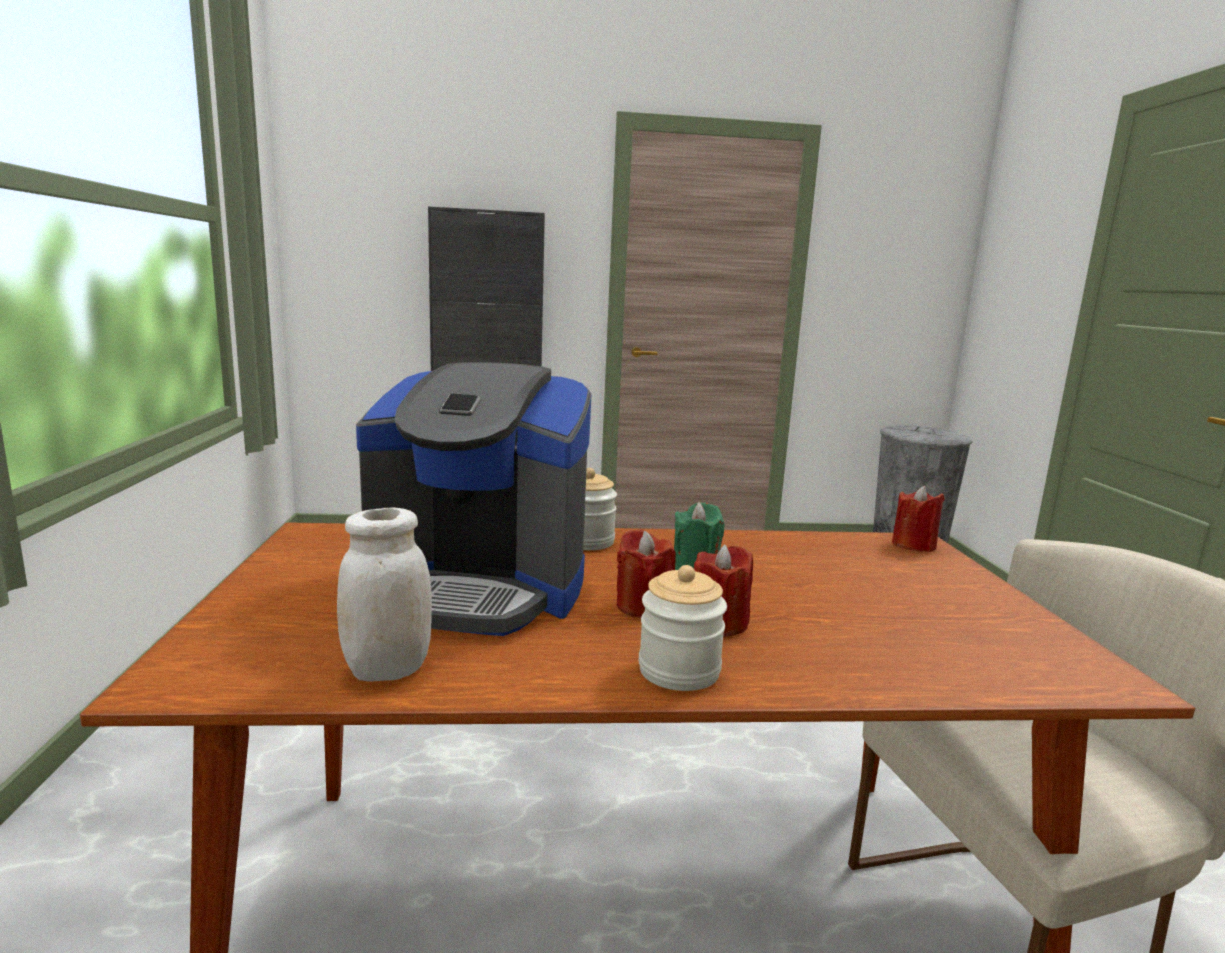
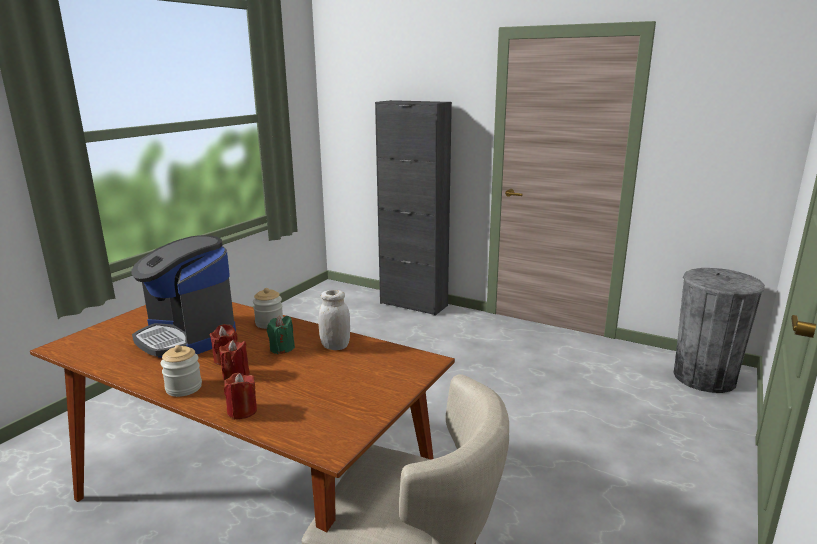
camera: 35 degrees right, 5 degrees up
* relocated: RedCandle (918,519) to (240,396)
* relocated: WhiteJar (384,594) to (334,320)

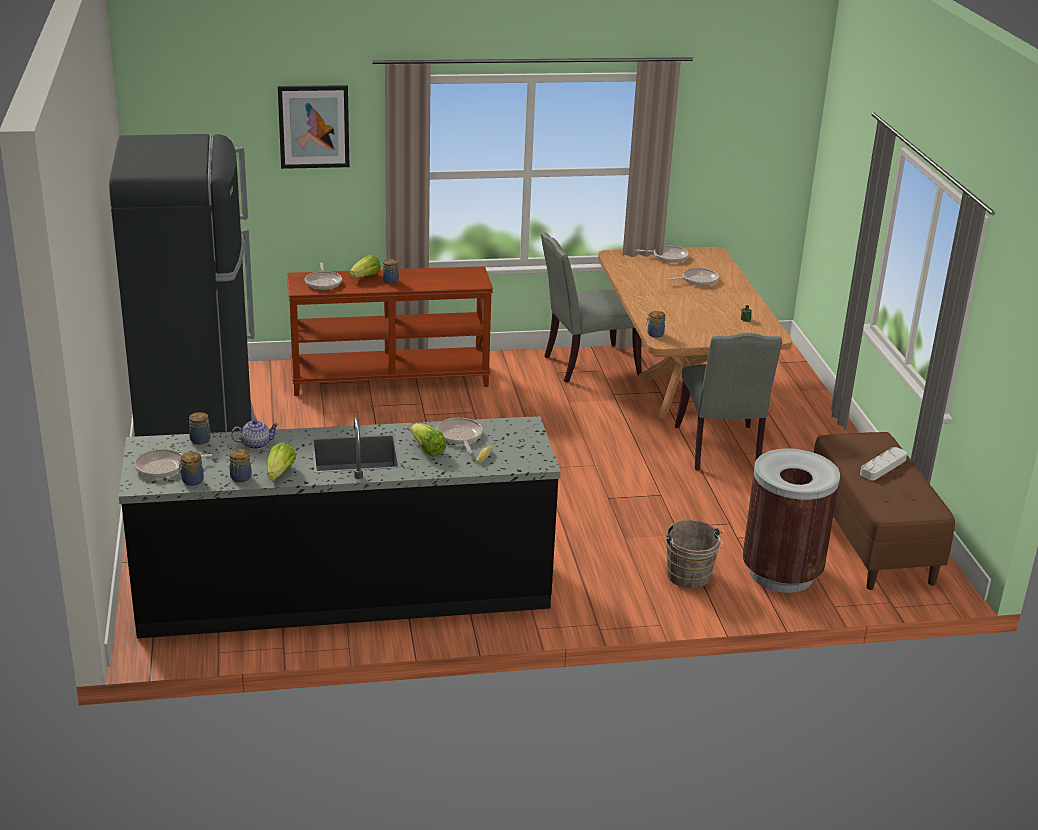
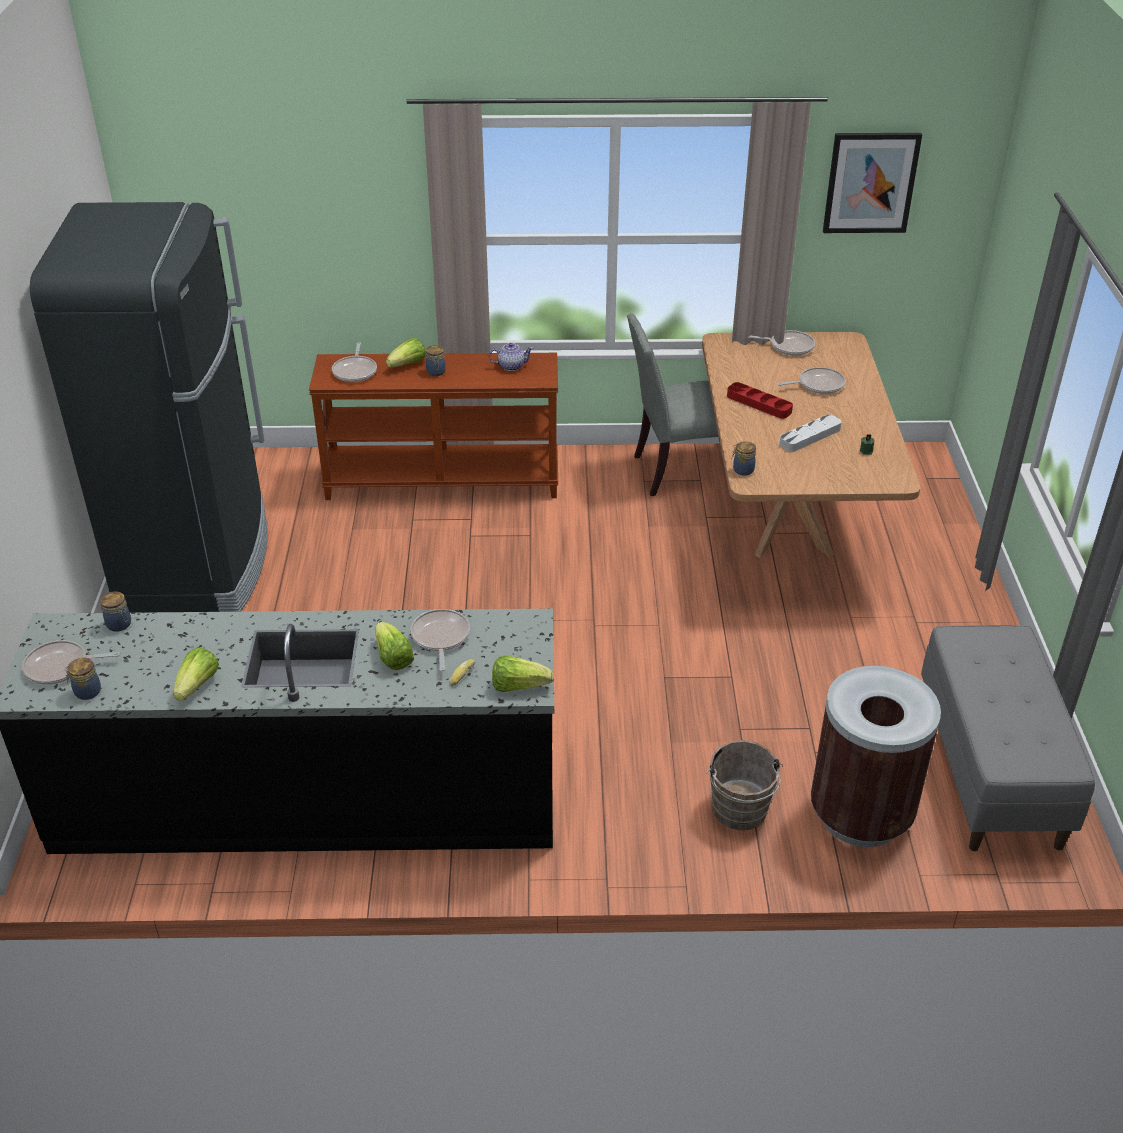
camera: 10 degrees right, 10 degrees up
* relocated: Teapot (255,434) to (511,357)
* appeared: Lettuce (522,673)
* appeared: RedTray (760,400)
* relocated: GreyTray (883,464) to (810,433)
* relocated: Picture (314,127) to (872,183)
* colour: BrownBench (884,511) to GreyBench (1008,738)
* missing: Jar (240,465)
* missing: GreyChair (728,401)

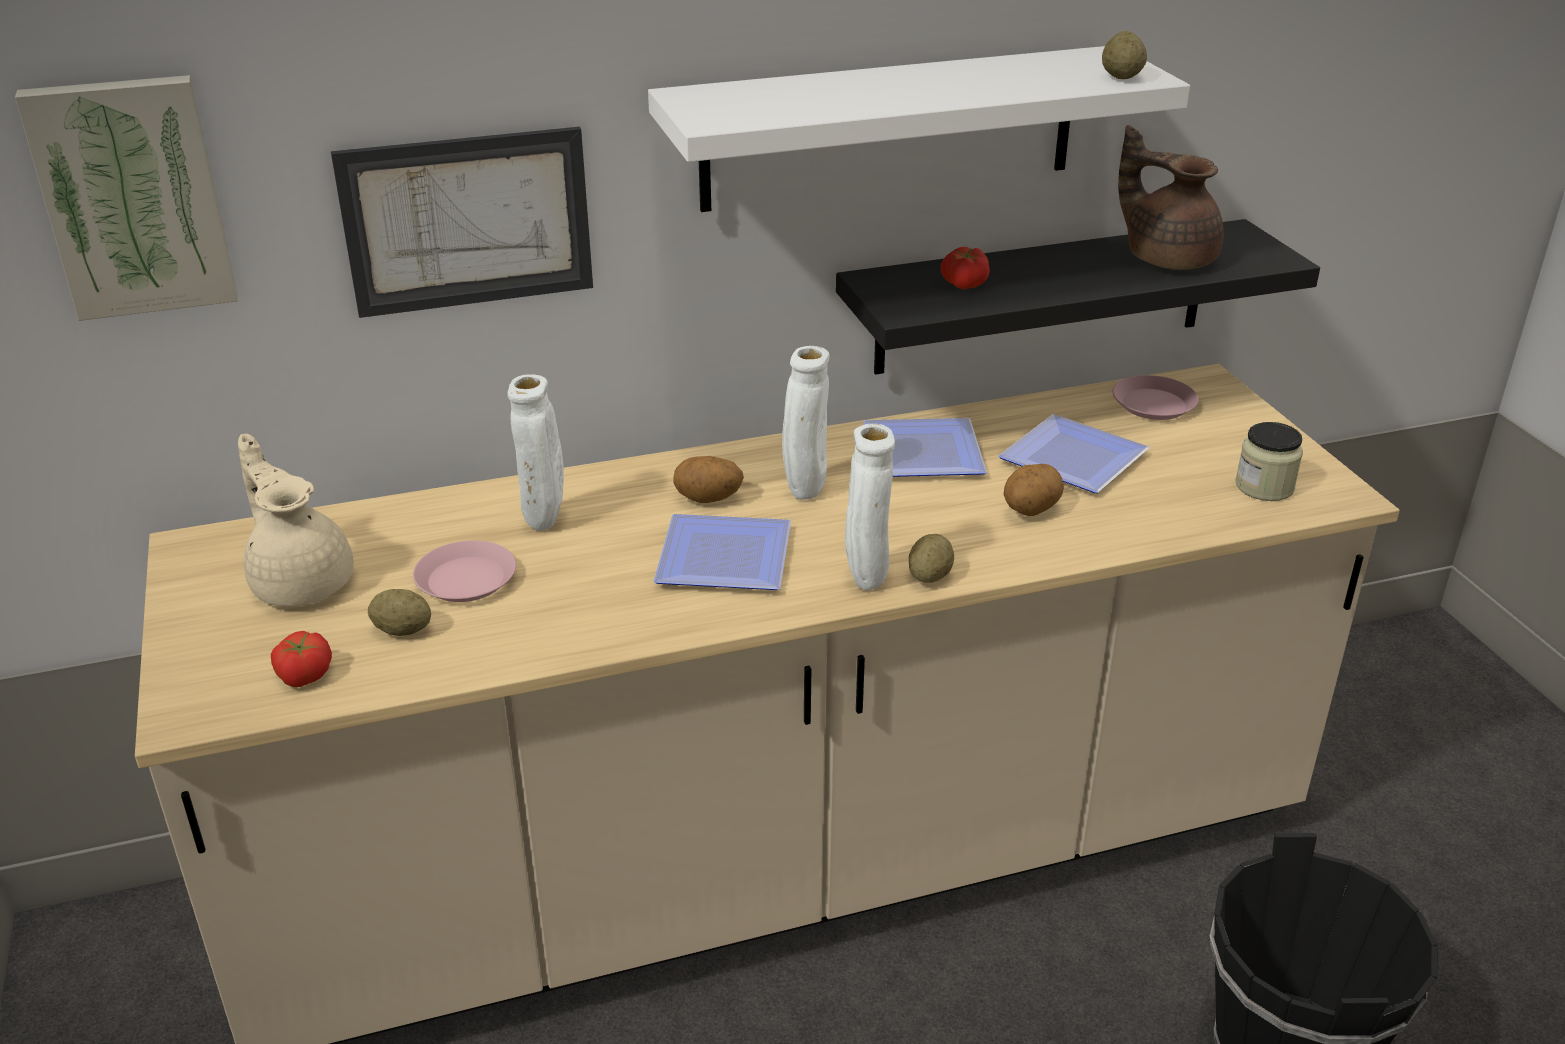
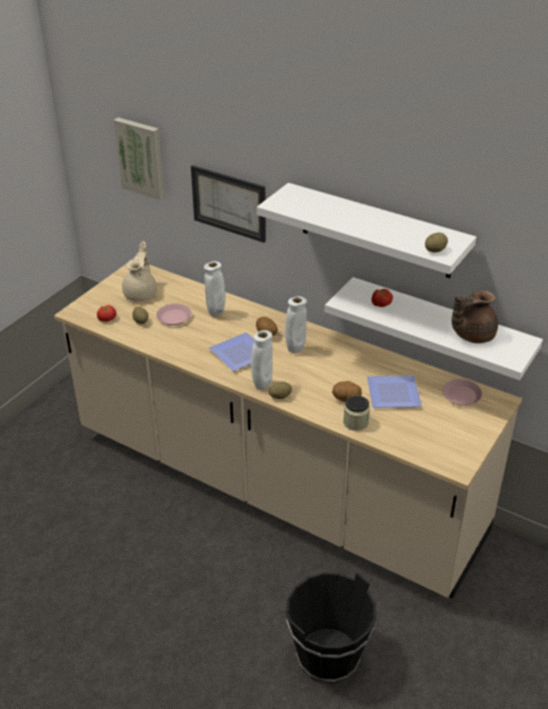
camera: 50 degrees right, 5 degrees up
* colour: BlackShelf (1078,297) to WhiteShelf (434,328)
* relocated: Jar (1269,461) to (356,413)
* spun: BrownTeapot (1171,197) = (475,316) 120 degrees counterclockwise
* missing: Plate (925,447)

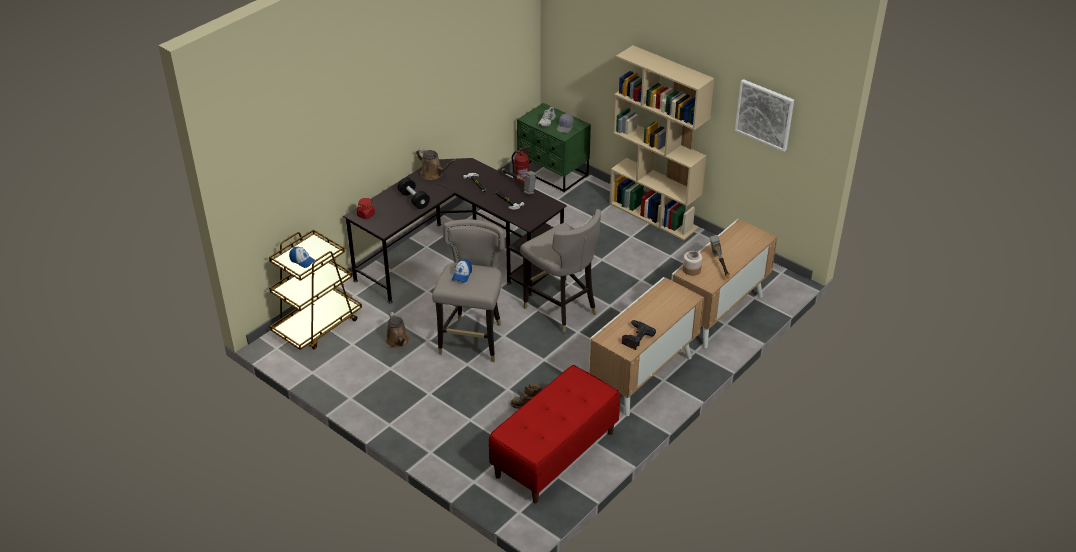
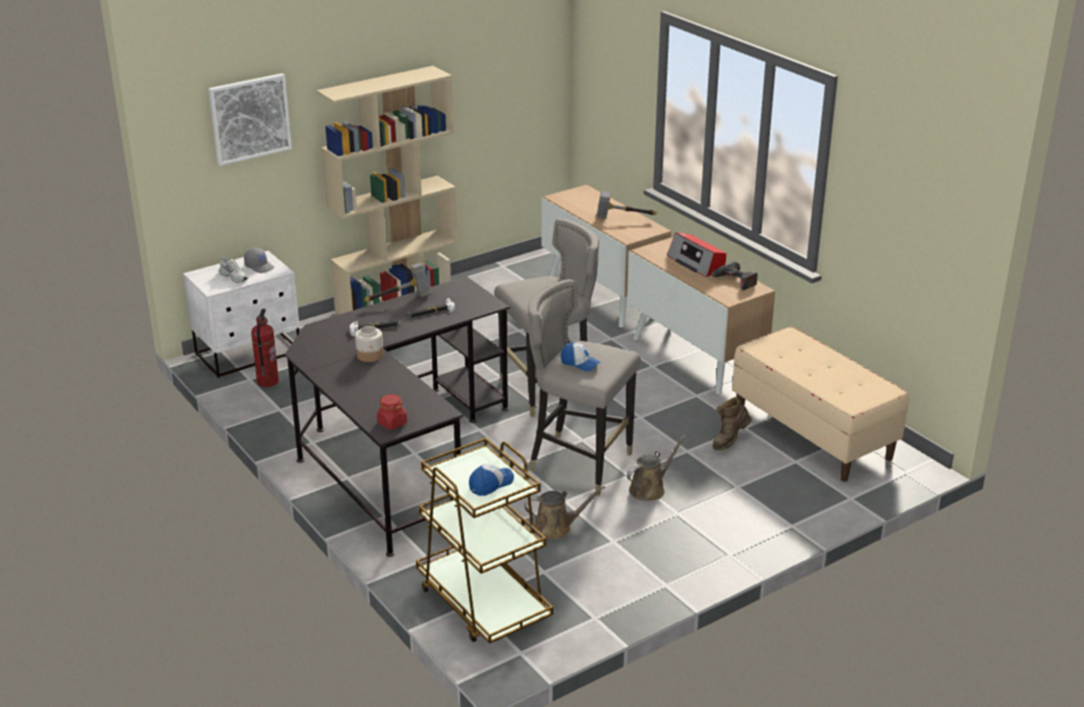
camera: 75 degrees left, 10 degrees down
* colour: GreenNightstand (554,147) to WhiteNightstand (241,314)
* relocated: Picture (764,115) to (250,119)
* relocated: Jar (692,263) to (369,344)
* relocated: BrownWateringCan (436,164) to (656,468)
* appeared: Radio (696,254)
* colour: RedBench (554,434) to BeigeBench (820,404)
* missing: BlackDumbbell (414,193)

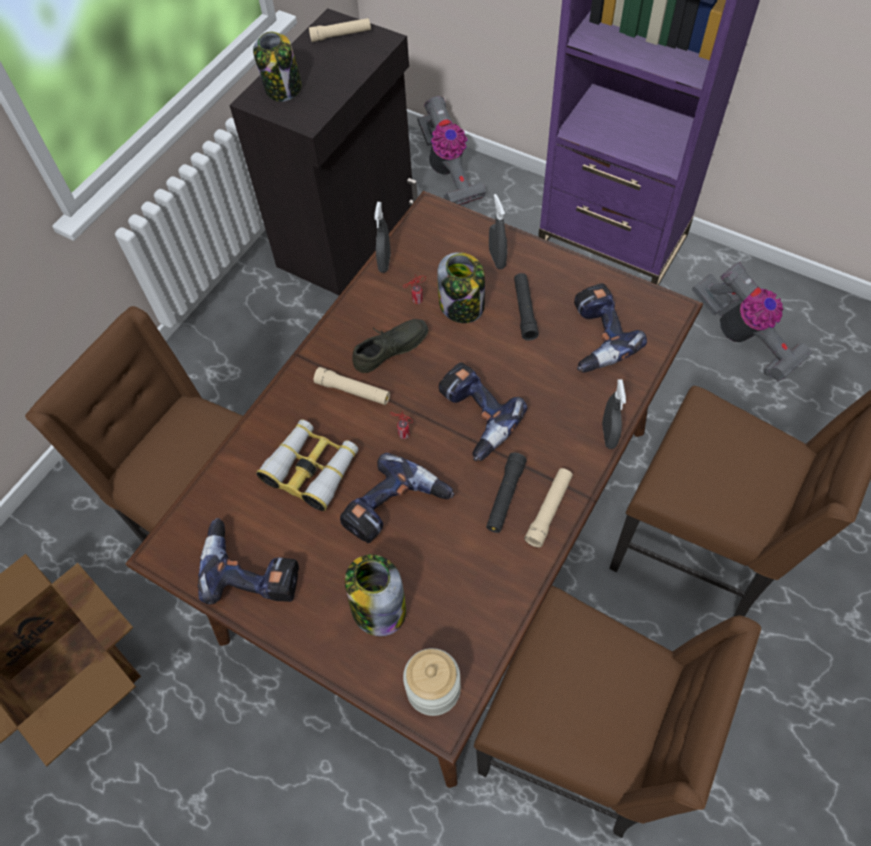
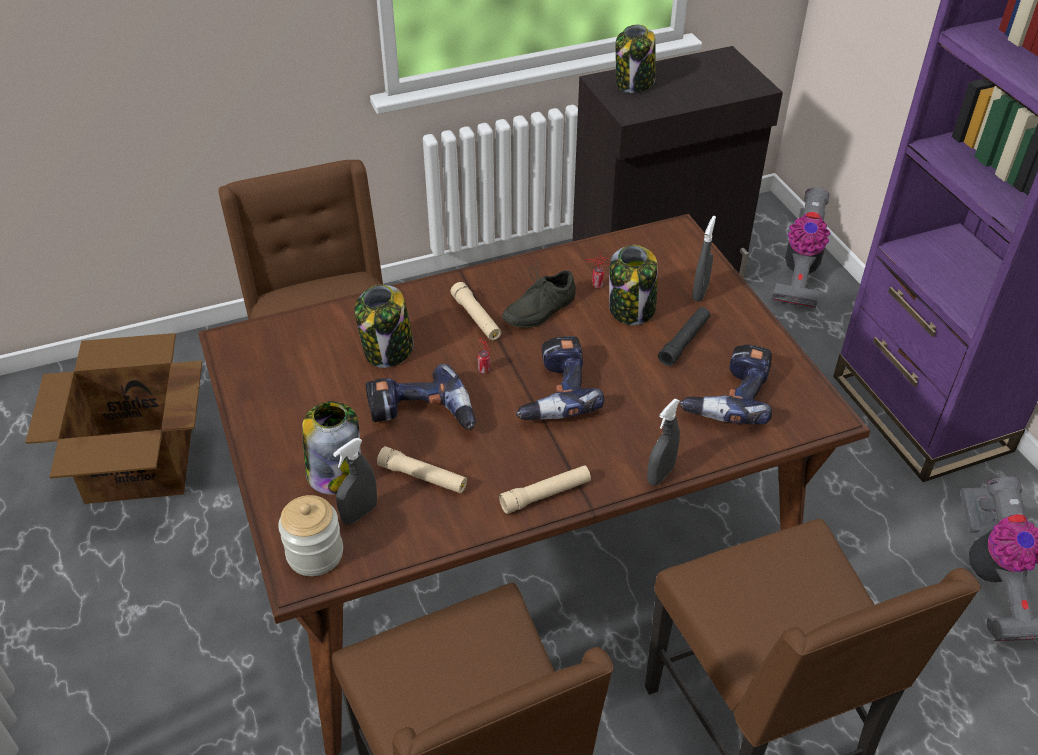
camera: 35 degrees right, 15 degrees down
* relocated: GreySprayBottle (382,237) to (355,481)
* exchanged: Binoculars (307,465) to Jar (384,326)
* relocated: BeigeFlashlight (340,30) to (422,469)
* spun: GreyShoe (390,346) = (539,295) 135 degrees clockwise
* missing: PowerDrill (248,561)
* missing: BlackFlashlight (506,492)

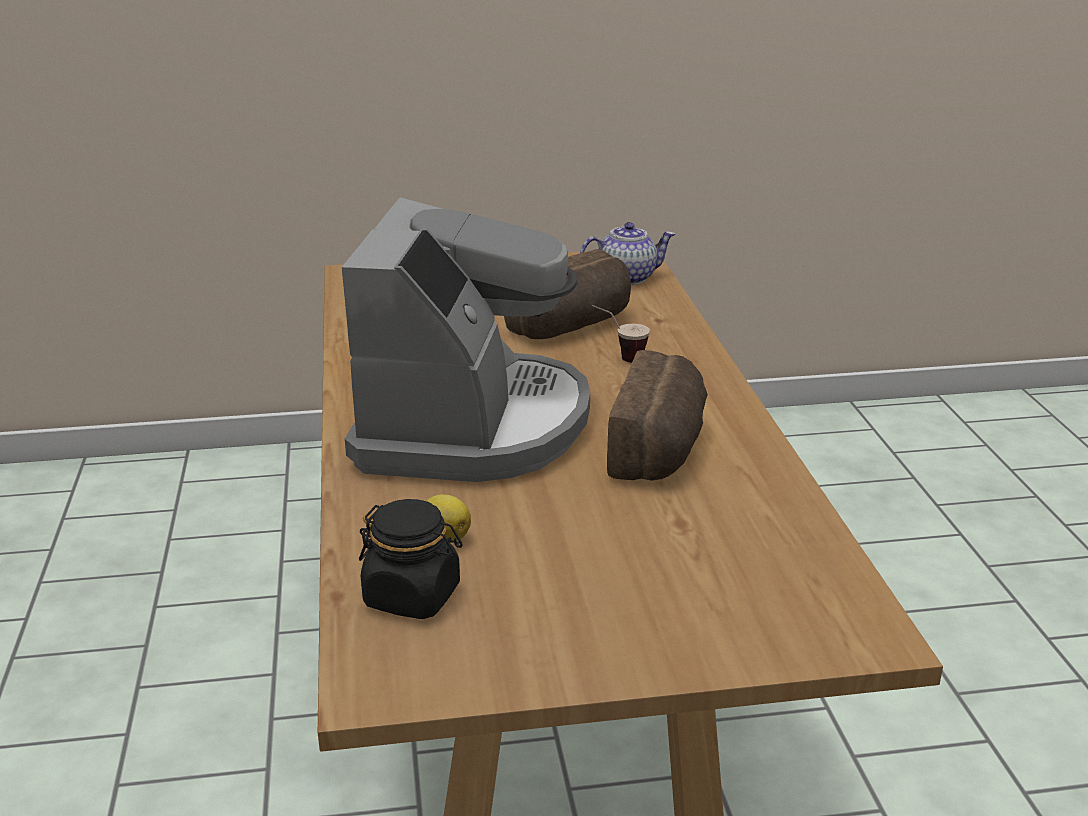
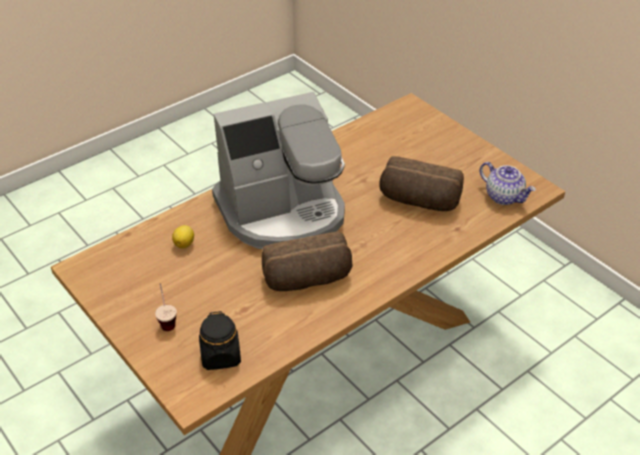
camera: 60 degrees right, 15 degrees up
* relocated: Cup (621,334) to (166,307)
* relocated: BlackJar (411,559) to (220,340)

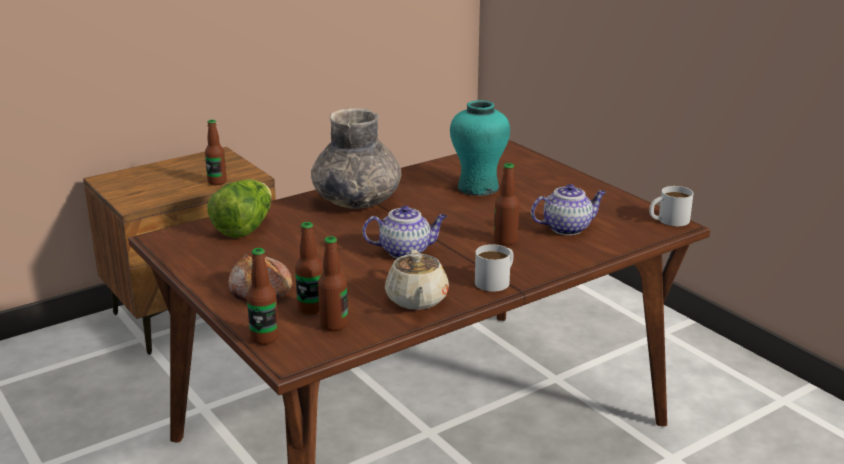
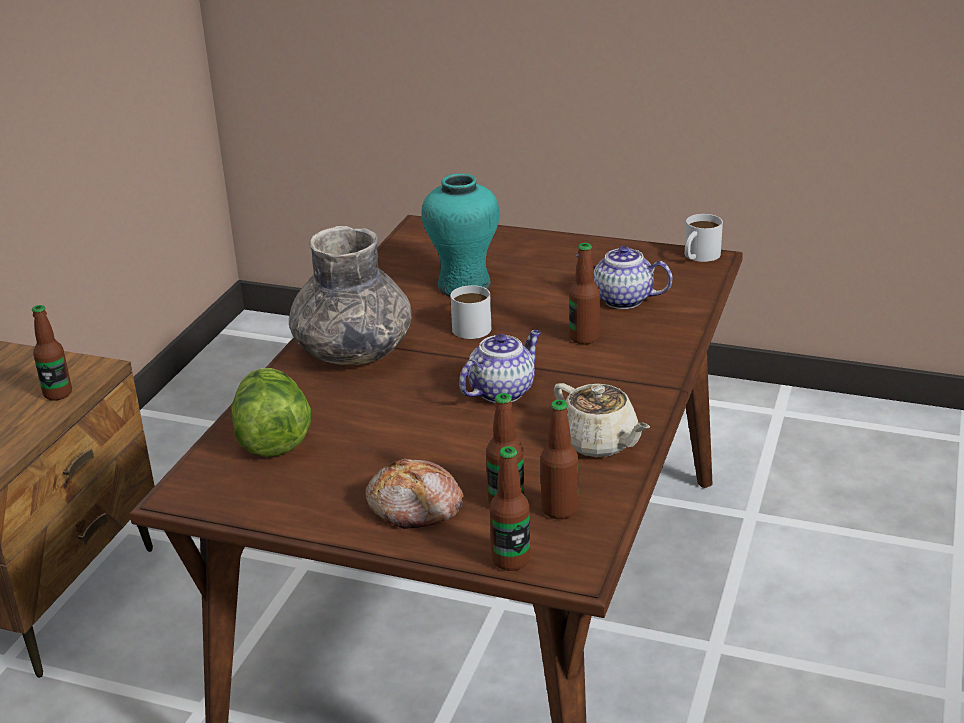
camera: 35 degrees left, 5 degrees up
* relocated: WhiteMug (494,268) to (470,312)
* spun: Teapot (568,209) = (624,277) 105 degrees counterclockwise

